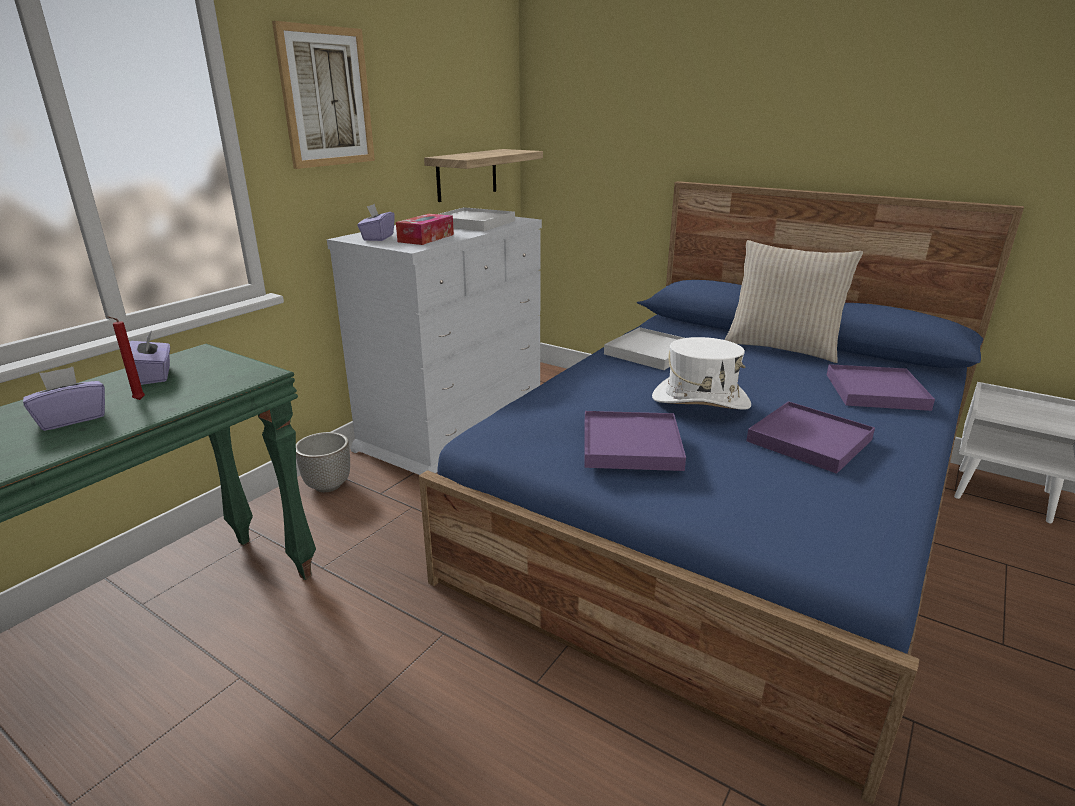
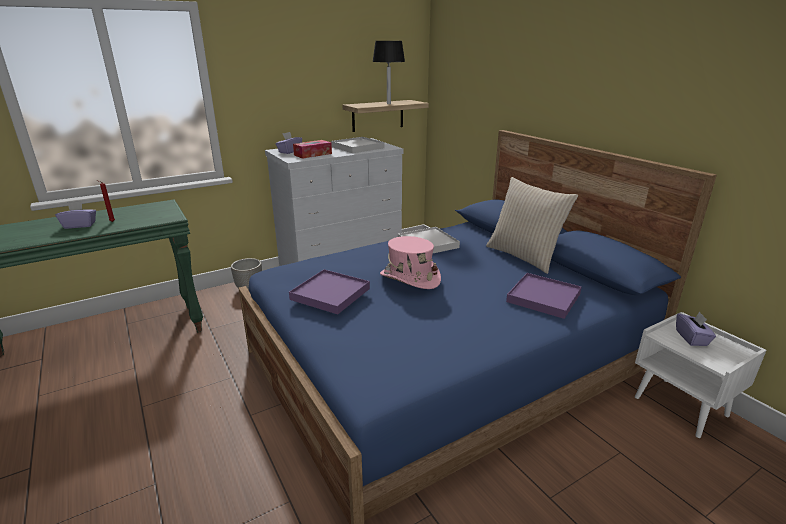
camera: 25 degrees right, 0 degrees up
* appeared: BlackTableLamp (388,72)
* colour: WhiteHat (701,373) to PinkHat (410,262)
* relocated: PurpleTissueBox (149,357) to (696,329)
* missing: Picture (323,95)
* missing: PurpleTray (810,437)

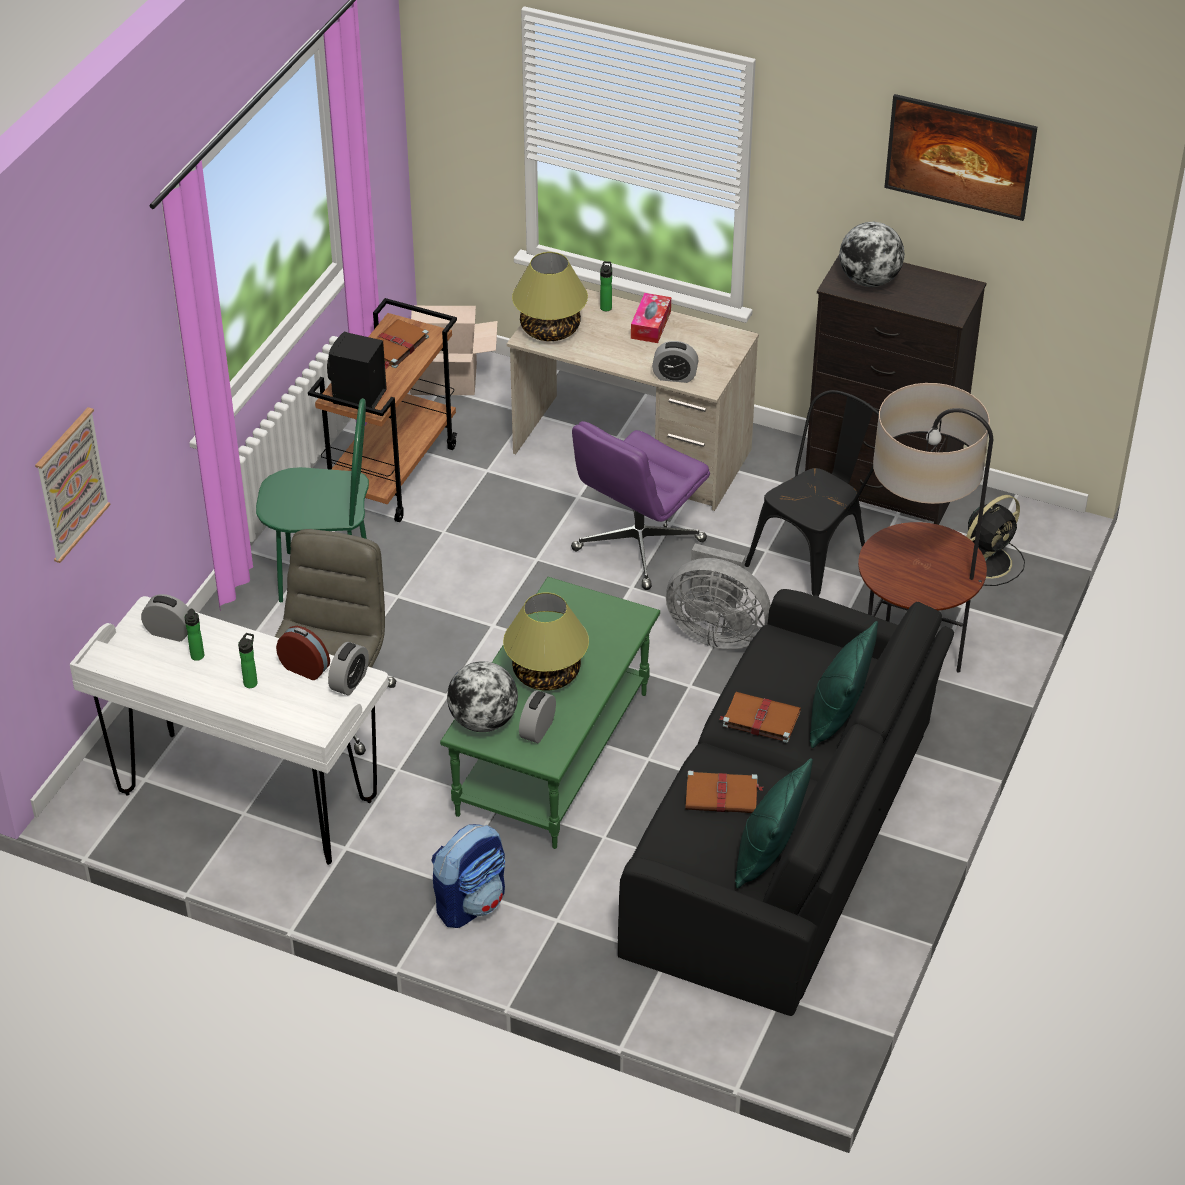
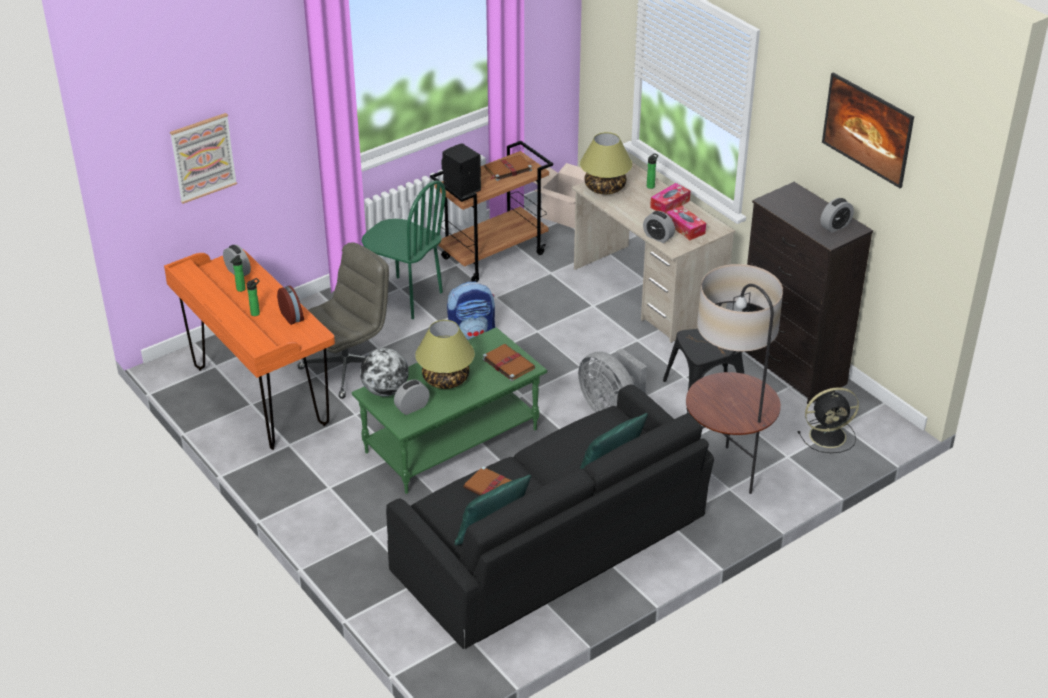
camera: 30 degrees right, 5 degrees down
* colour: WhiteDesk (229,730) to OrangeDesk (249,349)
* relocated: Backpack (468,876) to (471,310)
* relocated: BrownBook (760,717) to (508,362)
* appeared: TissueBox (686,223)
* relocated: AlarmClock (348,669) to (837,215)
* missing: PurpleOfficeChair (640,505)
* missing: Globe (871,254)

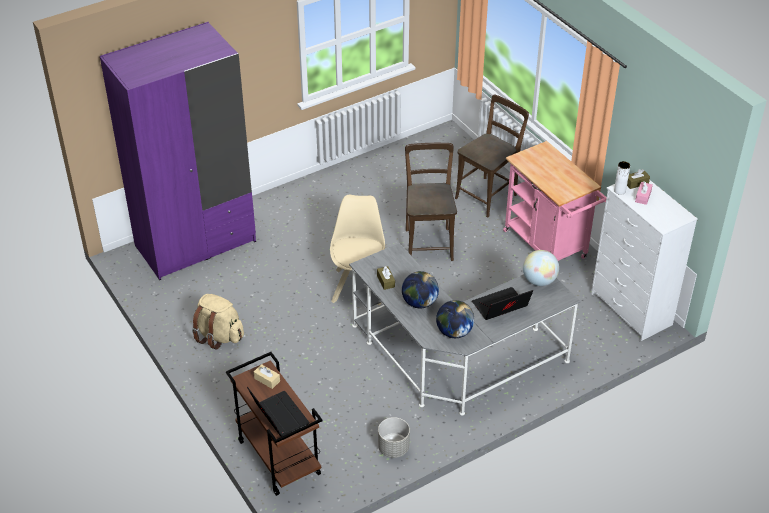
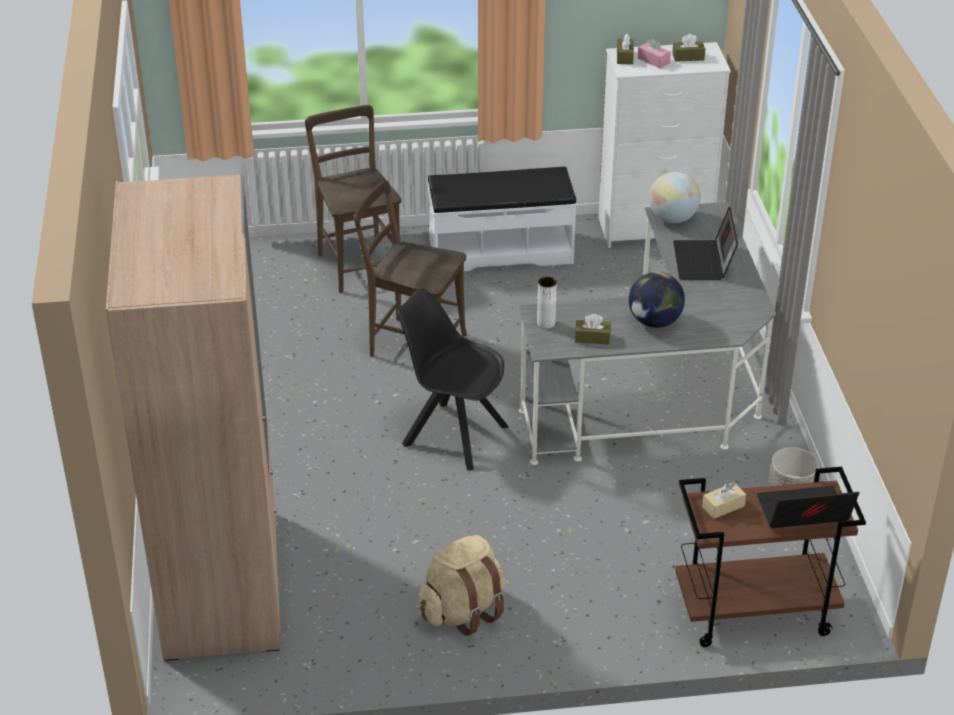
camera: 65 degrees left, 5 degrees down
* colour: PurpleWardrobe (178,151) to BeigeWardrobe (193,417)
* colour: BeigeChair (357,250) to BlackChair (453,379)
* exchanged: PinkCart (555,201) to WhiteBench (502,219)
* relocated: WhiteVase (622,178) to (547,303)
* appeared: BrownTissueBox (688,48)
* missing: Globe (455,319)

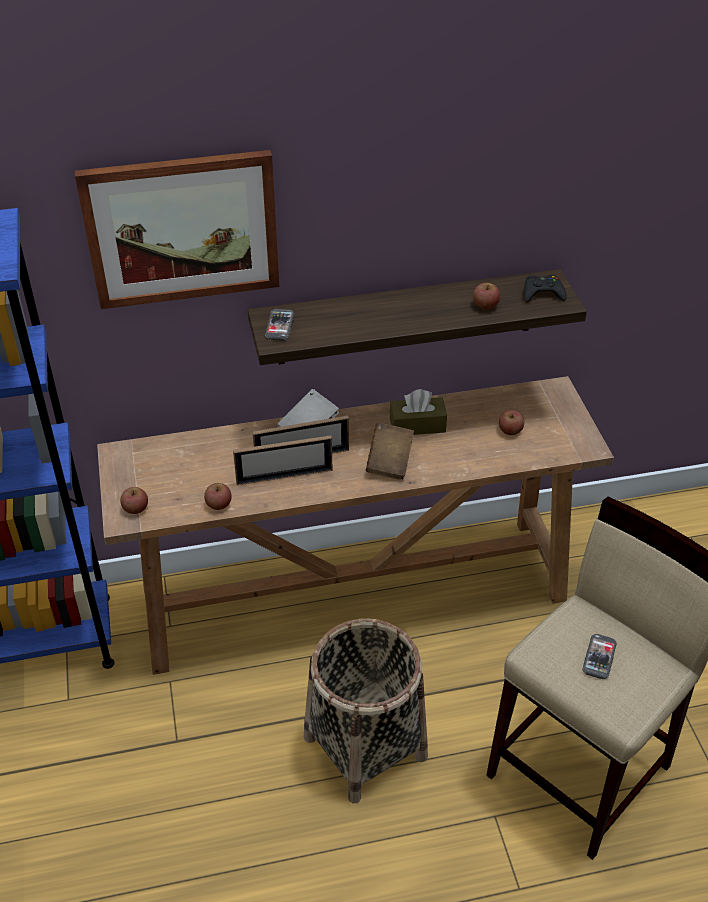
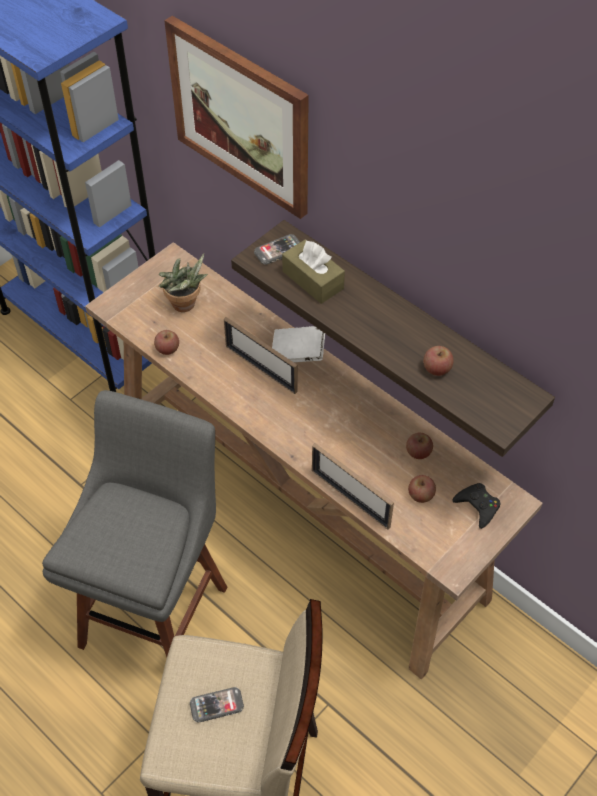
camera: 55 degrees right, 10 degrees up
* exchanged: Basket (366,711) to GreyStool (134,523)
* appeared: PottedPlant (183,282)
* relocated: BrownTissueBox (418,412) to (313,271)
* relocated: PictureFrame (283,460) to (353,486)
* relocated: Apple (134,500) to (419,446)
* relocated: BlackGameController (545,289) to (477,506)
* missing: BrownBook (390,451)

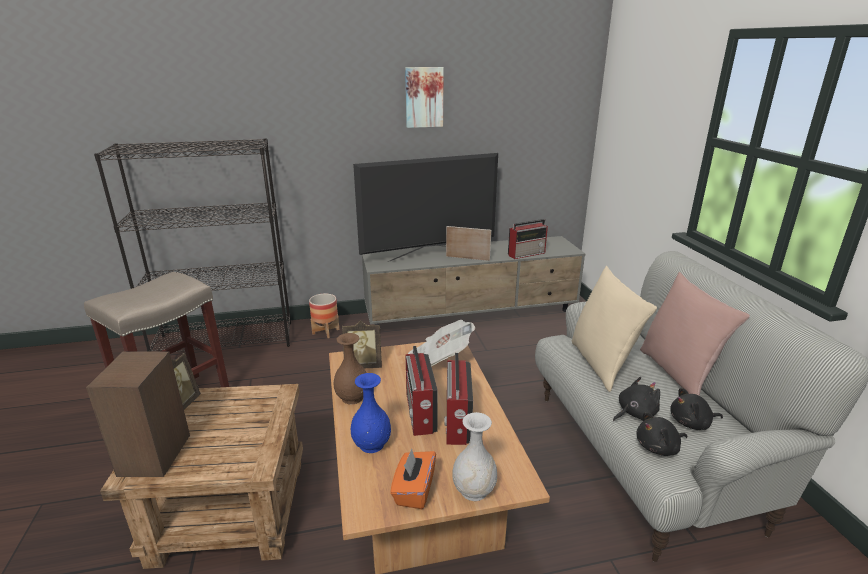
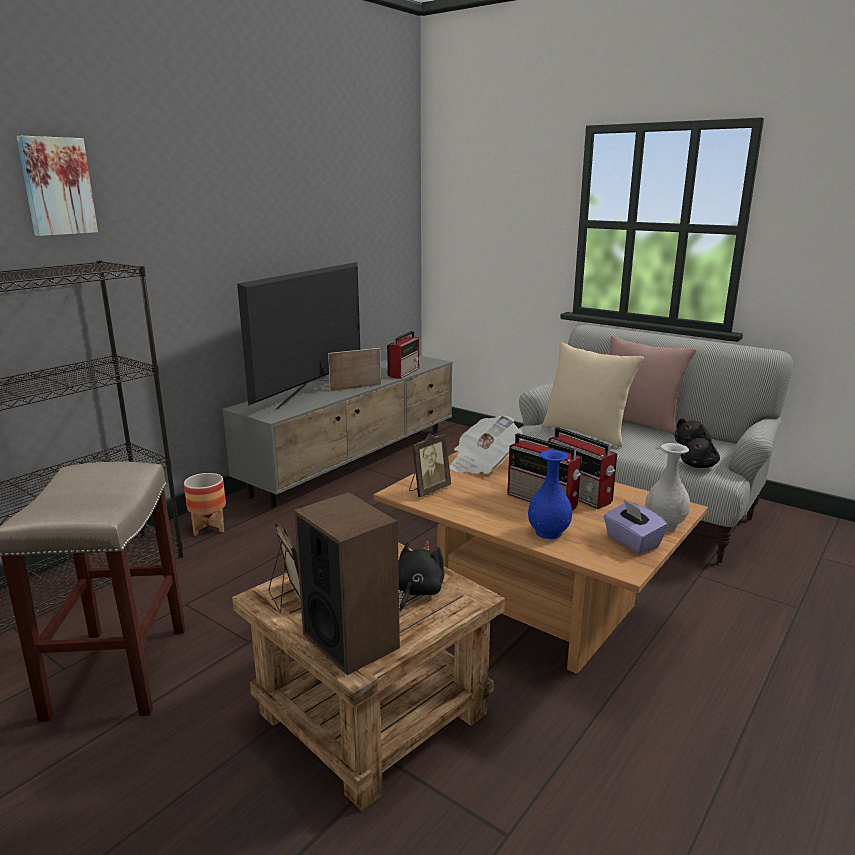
camera: 40 degrees left, 5 degrees down
* relocated: Picture (424,97) to (57,186)
* relocated: BlackPlushToy (636,399) to (421,576)
* colour: OrangeTissueBox (413,478) to PurpleTissueBox (635,527)
* missing: BrownVase (350,368)

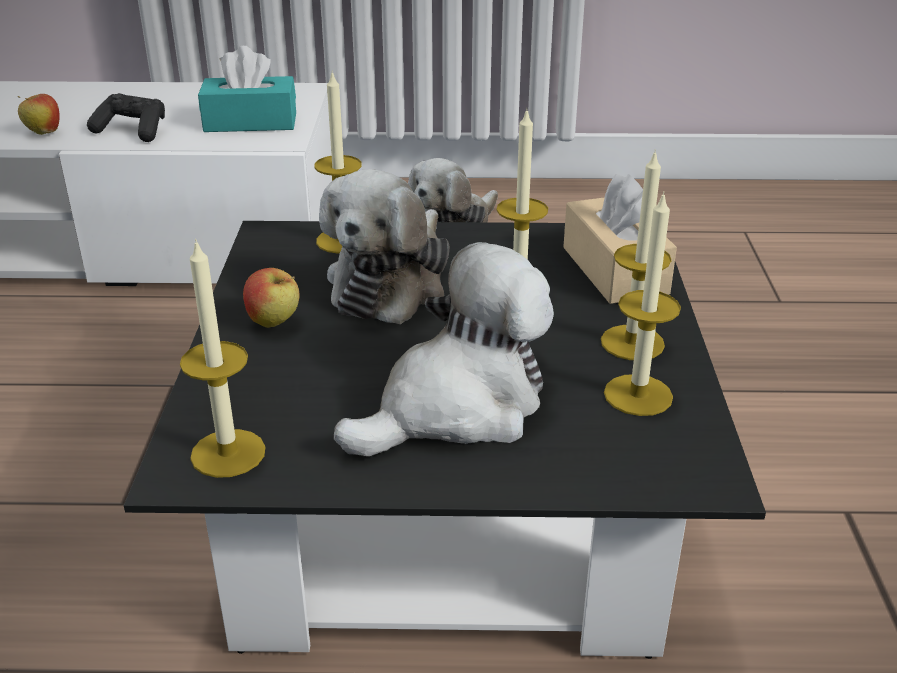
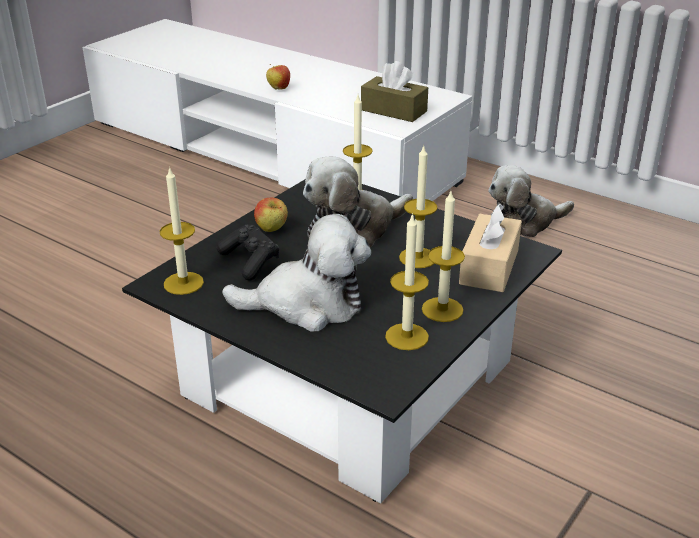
camera: 35 degrees right, 0 degrees up
* relocated: BlackGameController (126,117) to (248,252)
* colour: TurquoiseTissueBox (247,89) to BrownTissueBox (394,91)

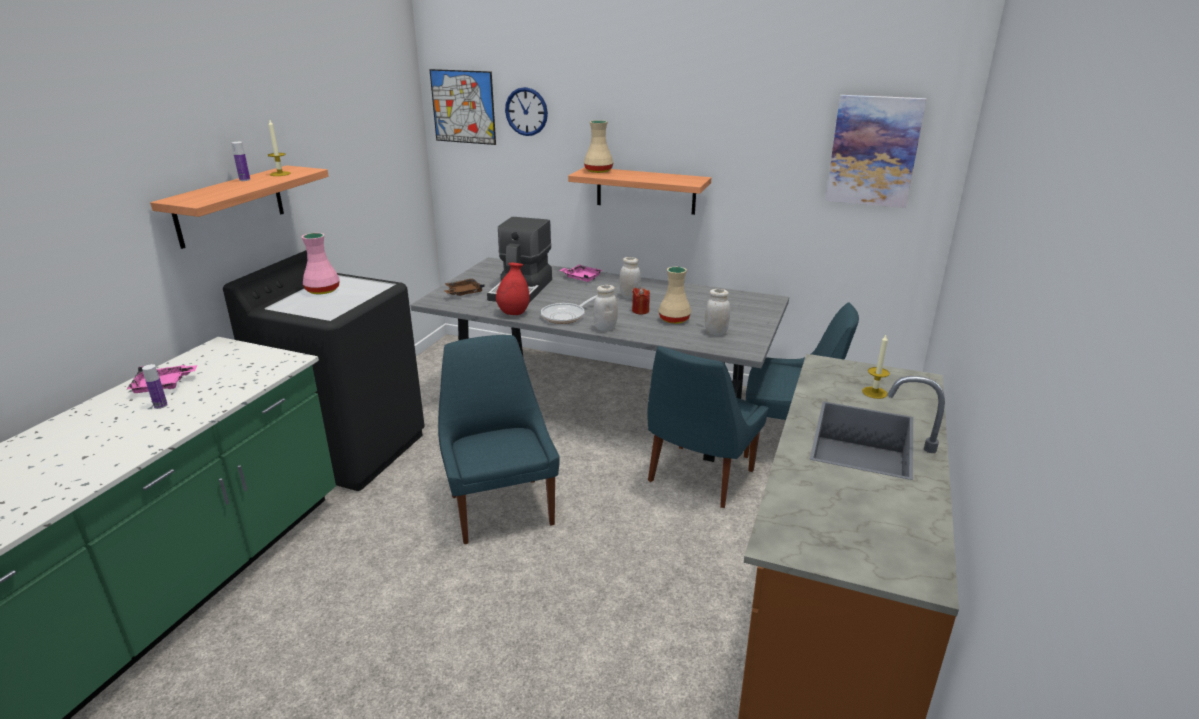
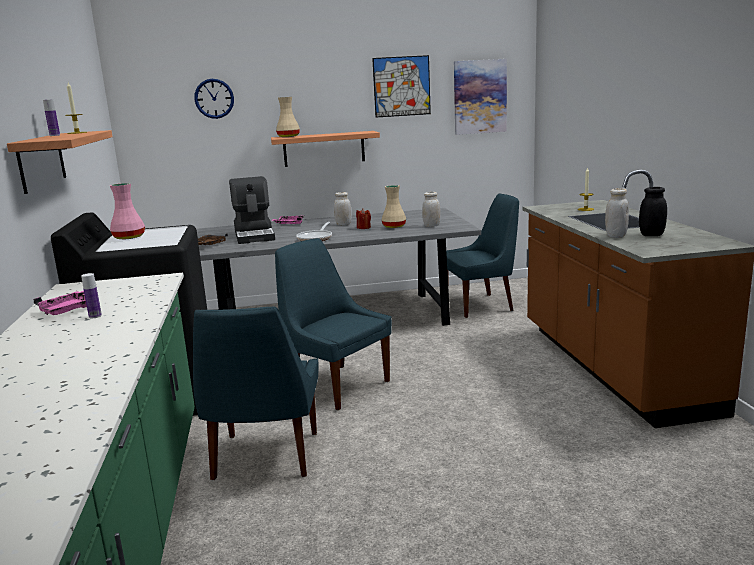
camera: 30 degrees left, 10 degrees down
* relocated: BlueChair (708,427) to (256,393)
* relocated: Picture (462,107) to (401,86)
* relocated: WhiteJar (605,308) to (617,213)
* appeared: BlackJar (653,211)
* missing: RedVase (513,289)

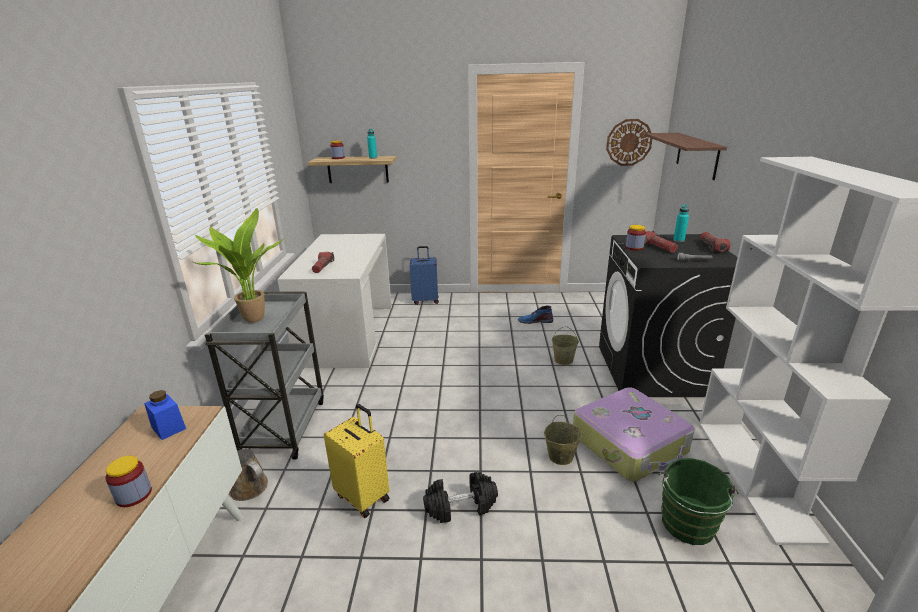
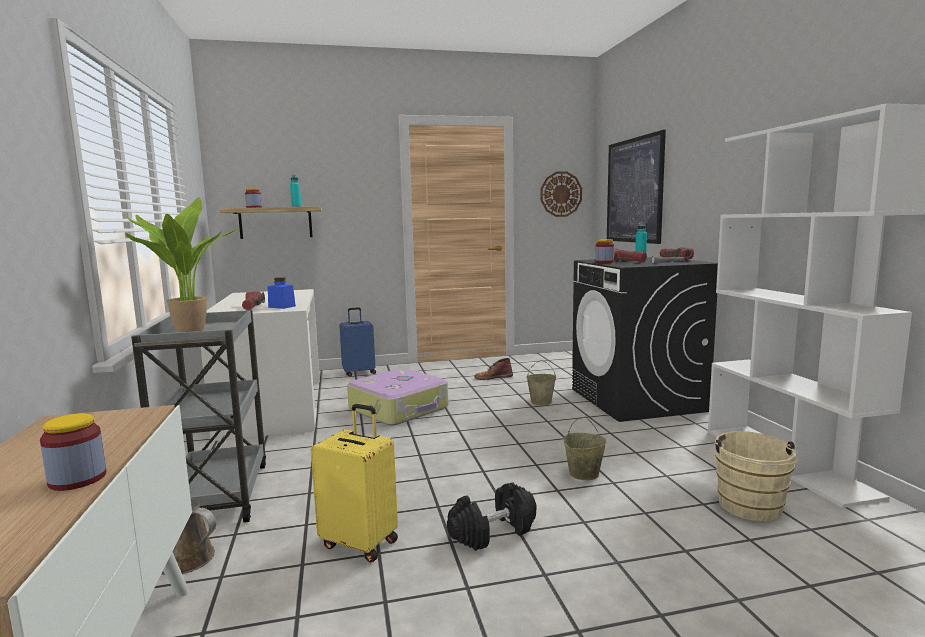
camera: 15 degrees left, 15 degrees down
* relocated: BlueJar (165,415) to (282,293)
* relocated: Suitcase (634,434) to (397,397)
* colour: BlueBoot (535,315) to BrownBoot (493,369)
* exchanged: Shelf (685,156) to Picture (636,187)
* colour: GreenBucket (699,501) to BeigeBucket (757,476)

